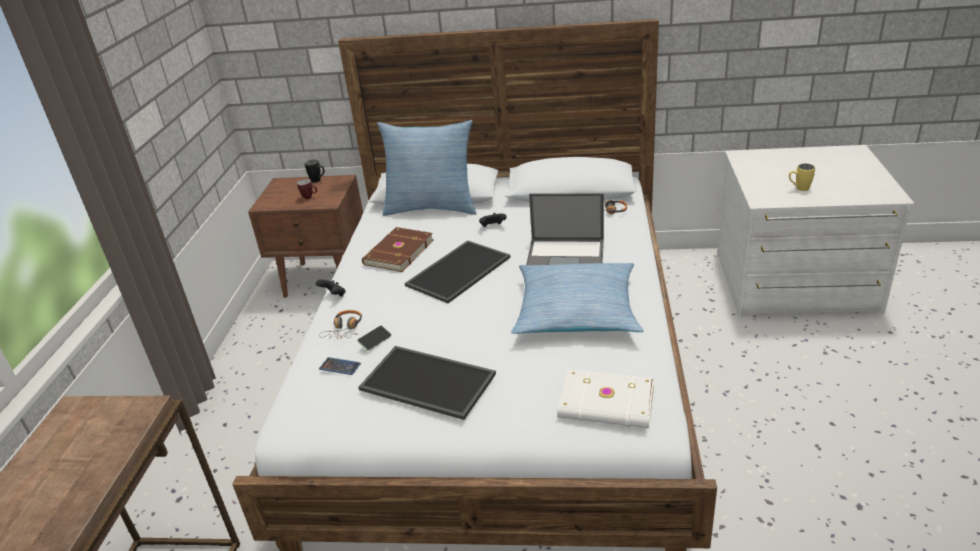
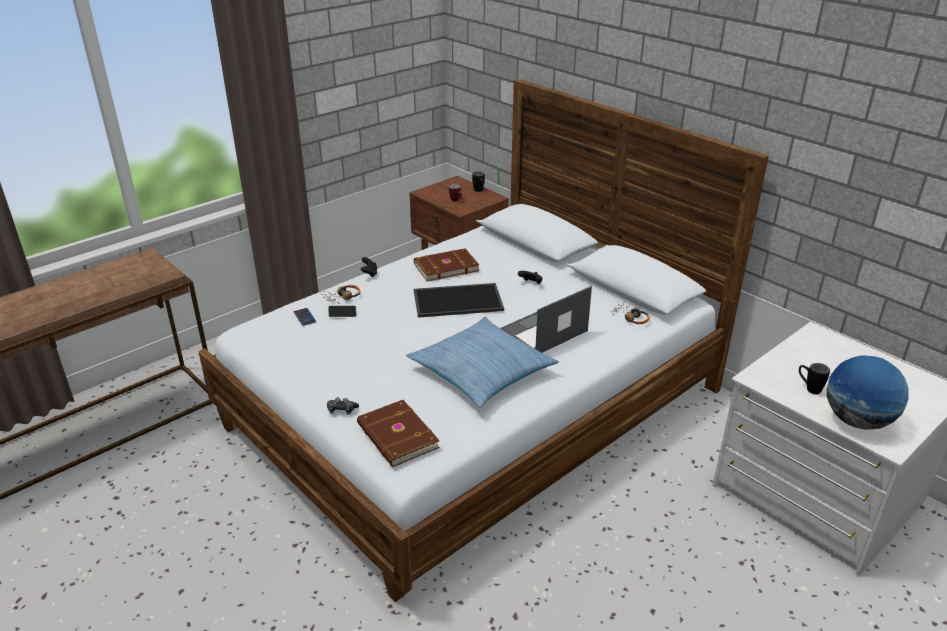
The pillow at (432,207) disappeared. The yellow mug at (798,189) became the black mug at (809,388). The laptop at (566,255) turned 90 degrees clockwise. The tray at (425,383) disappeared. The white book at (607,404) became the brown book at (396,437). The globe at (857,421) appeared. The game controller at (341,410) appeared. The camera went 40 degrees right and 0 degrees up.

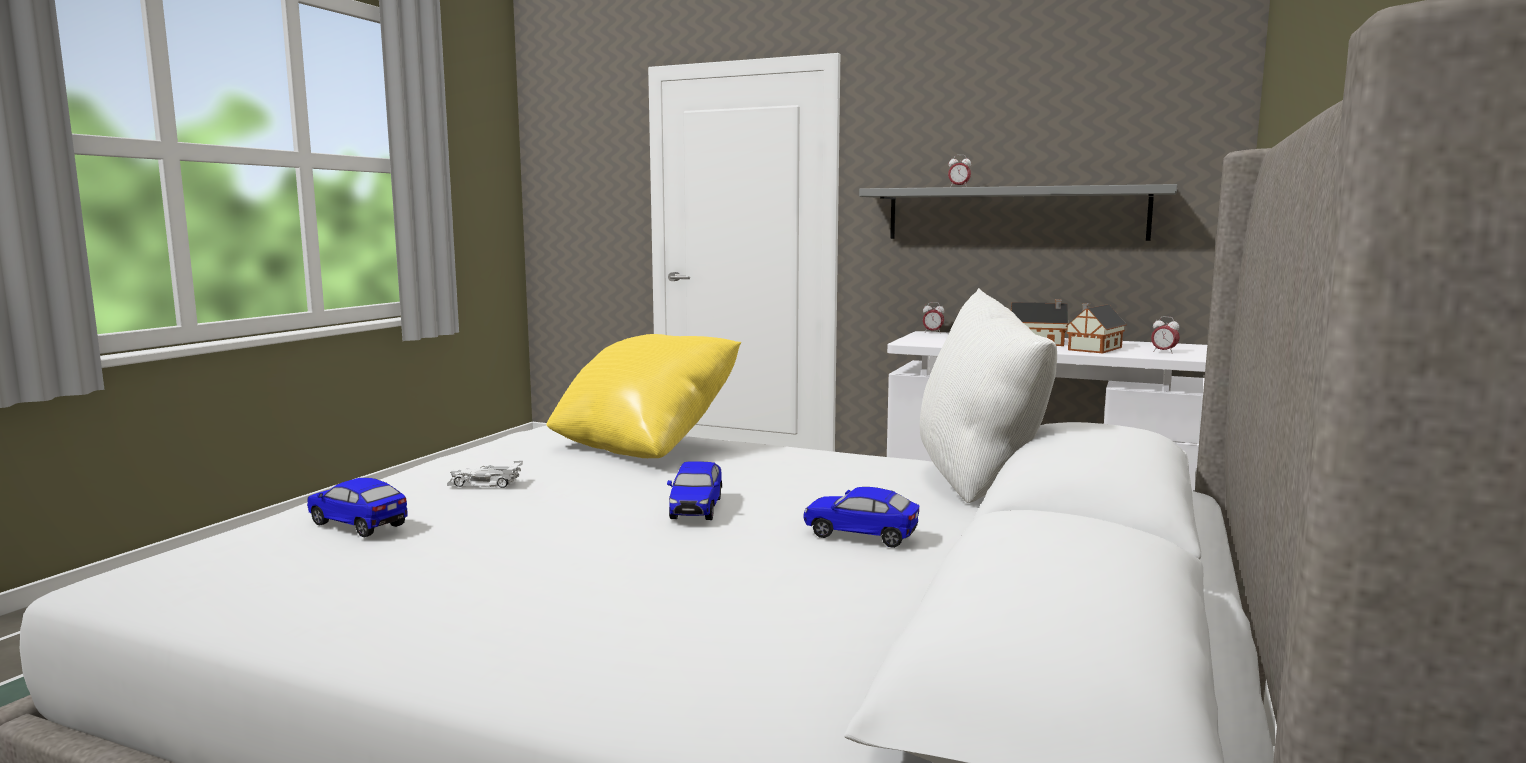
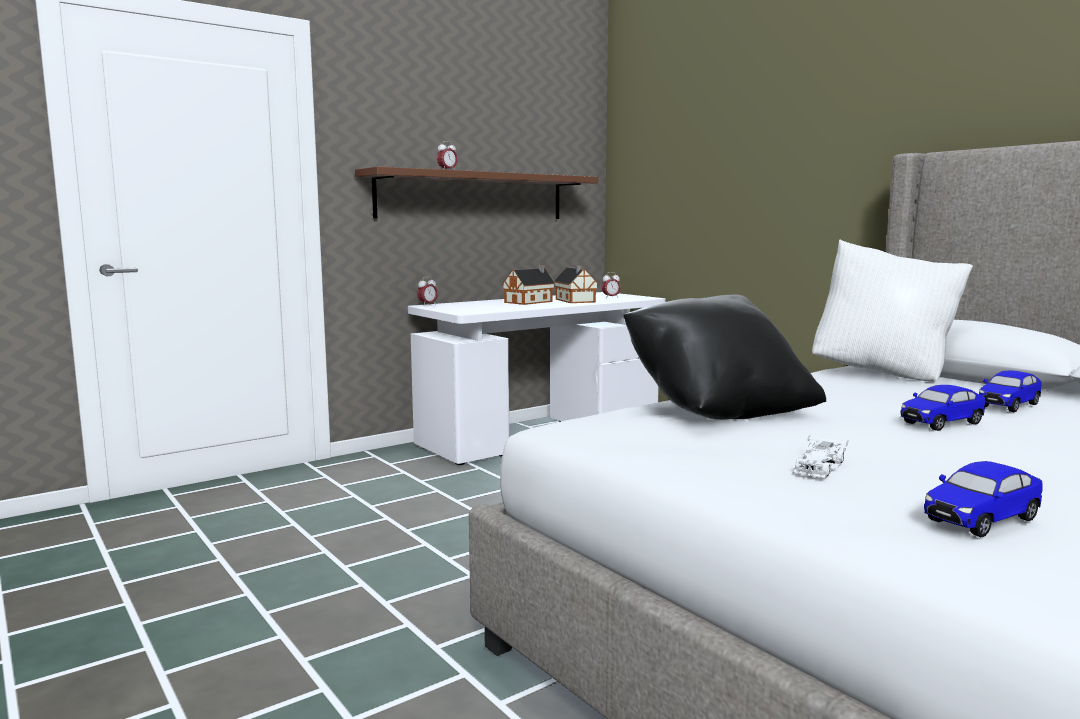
The grey shelf at (1014,214) became the brown shelf at (473,196). The yellow pillow at (645,446) became the black pillow at (717,410). The toy car at (696,509) turned 120 degrees clockwise. The camera went 60 degrees left and 0 degrees up.

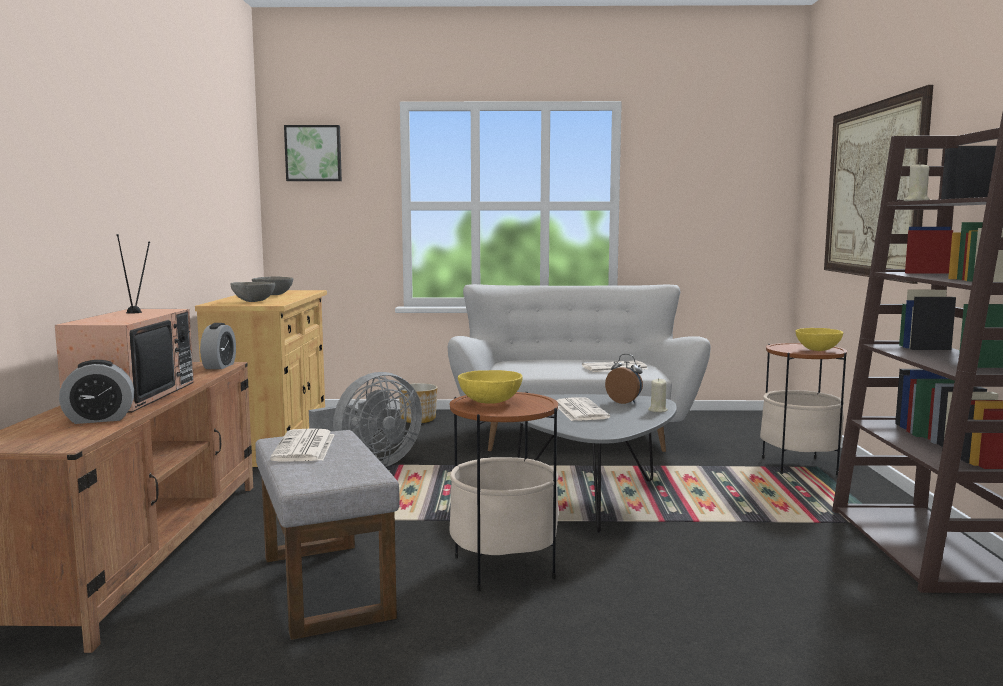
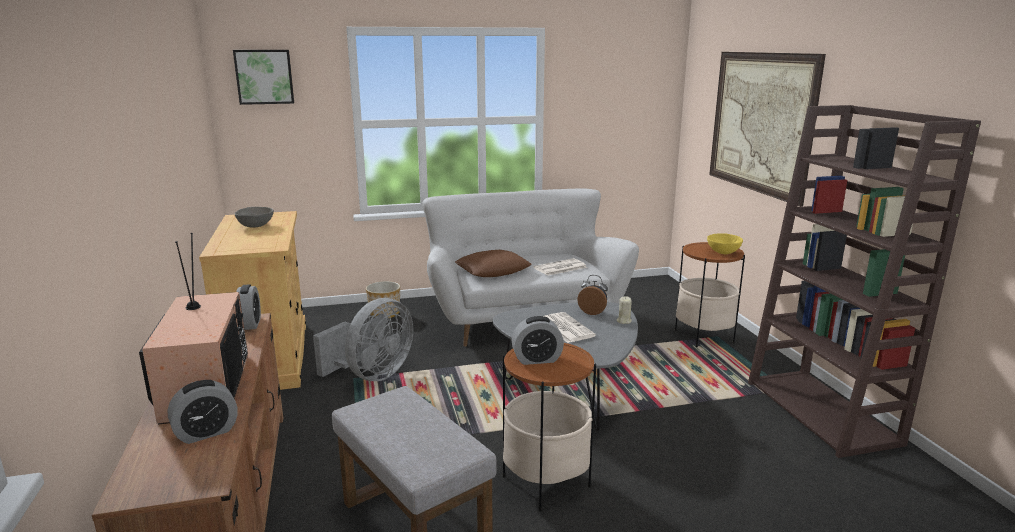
The beige candle at (916,200) disappeared. The grey bowl at (254,301) disappeared. The yellow bowl at (491,402) was replaced by the alarm clock at (537,359). The newspaper at (305,447) disappeared. The brown pillow at (493,270) appeared. The camera went 15 degrees left and 10 degrees up.

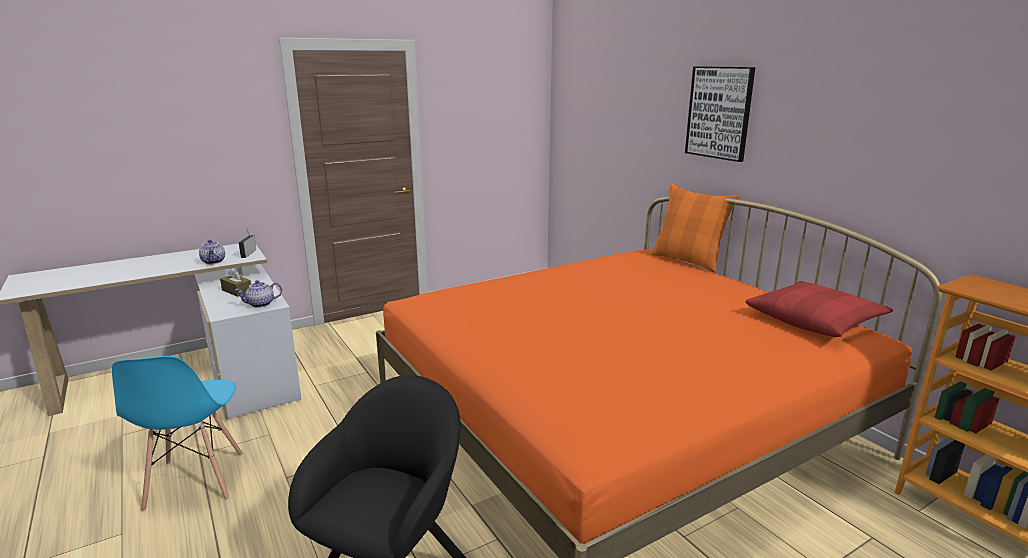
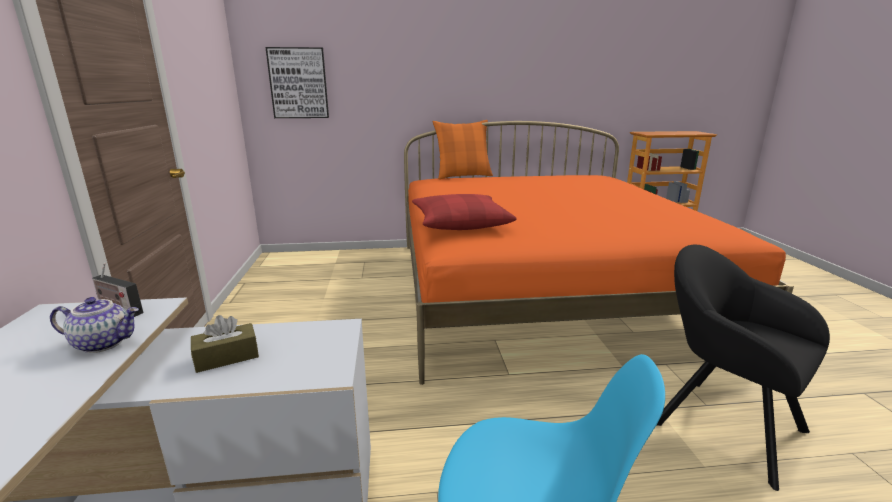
The picture moved from (719,112) to (298,83). The teapot at (260,304) disappeared. The red pillow moved from (814,320) to (460,222). The camera went 65 degrees left and 0 degrees up.

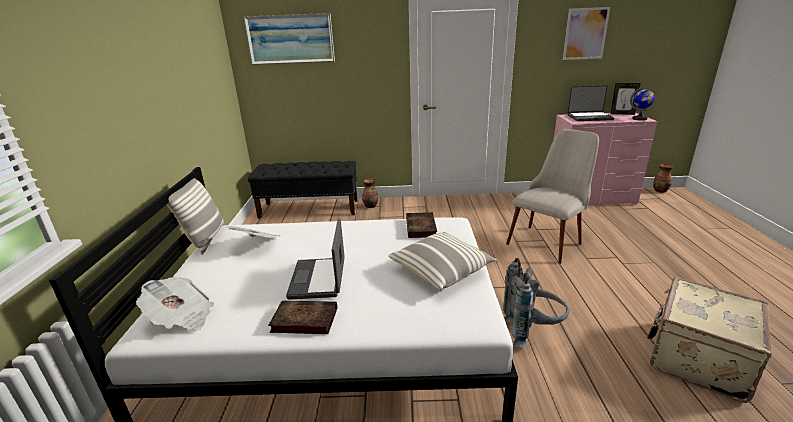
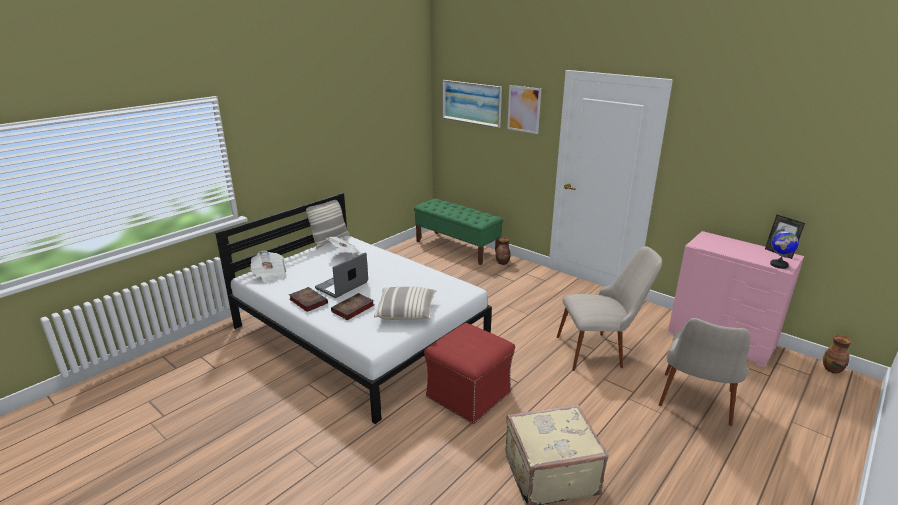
The picture moved from (585,34) to (524,109). The laptop at (589,117) disappeared. The black bench at (309,209) became the green bench at (457,248). The book moved from (421,228) to (352,309). The grey backpack at (532,331) was replaced by the red ottoman at (469,394). The beige chair at (695,407) appeared. The camera went 40 degrees right and 0 degrees up.

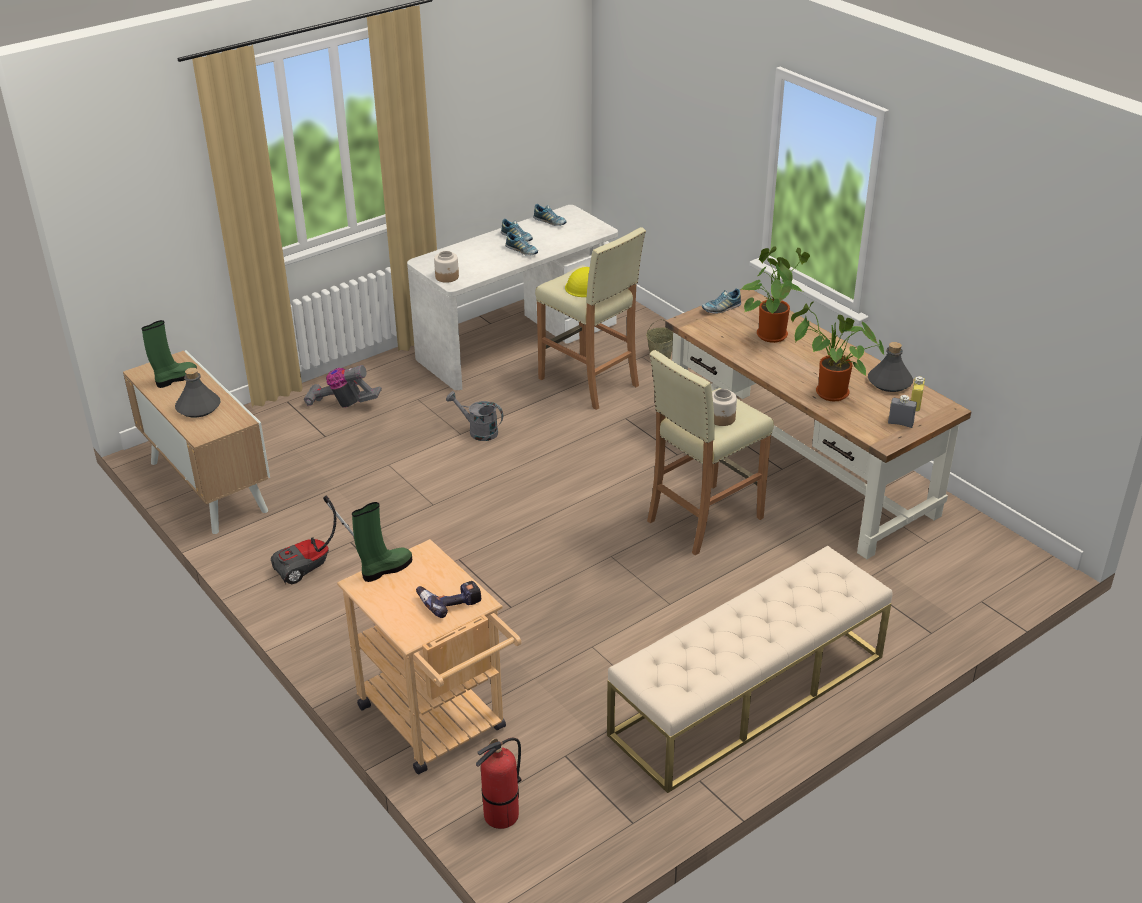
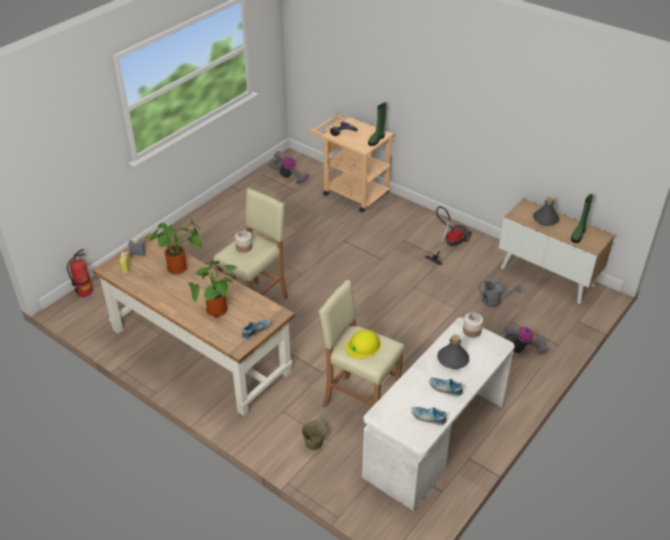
The shoe at (522,251) disappeared. The grey bottle moved from (889,382) to (453,359). The grey watering can moved from (478,431) to (495,301). The beige bench at (748,695) disappeared. The fire extinguisher moved from (501,816) to (84,291). The vacuum cleaner at (288,176) appeared. The camera went 165 degrees right and 5 degrees up.

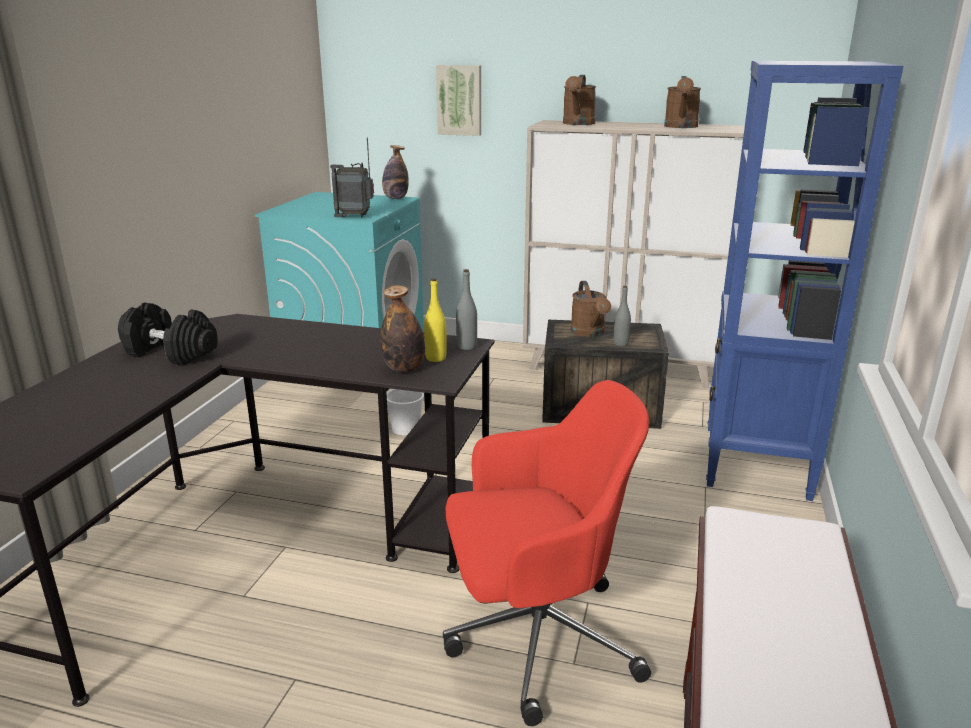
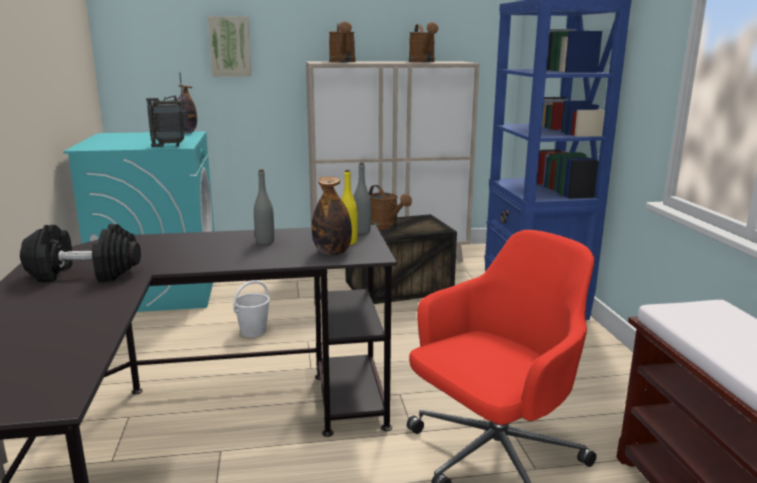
The grey bottle moved from (621,344) to (265,242). The camera went 25 degrees left and 5 degrees down.

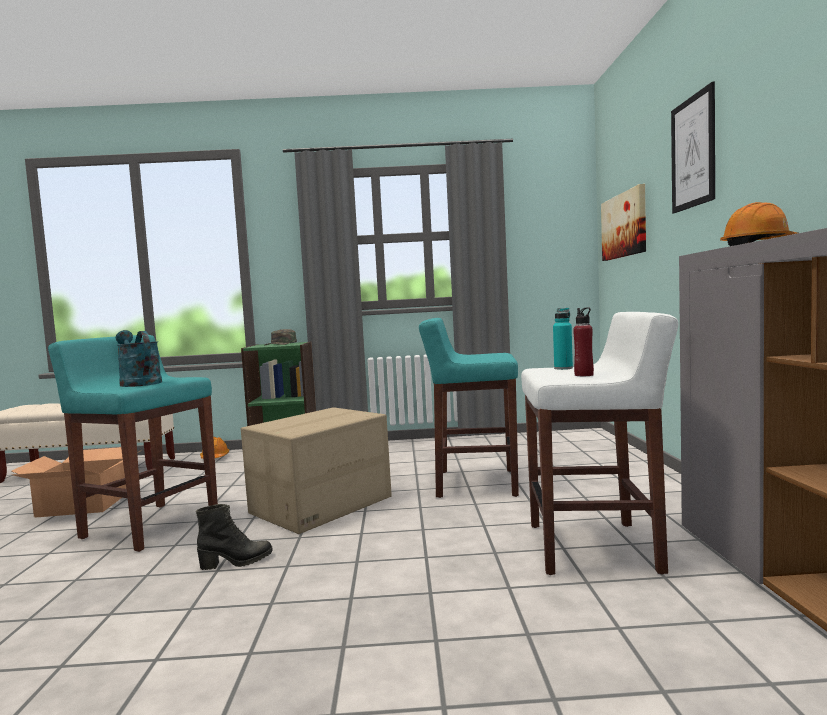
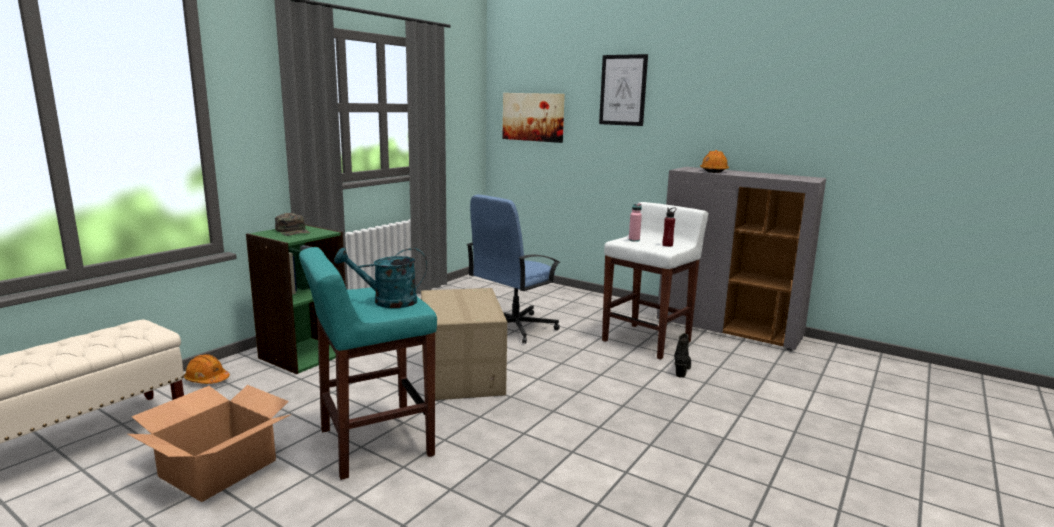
The turquoise bottle at (563,368) became the pink bottle at (634,240). The turquoise stool at (474,483) was replaced by the blue office chair at (513,327). The black boot moved from (236,562) to (682,368). The camera went 55 degrees left and 10 degrees up.

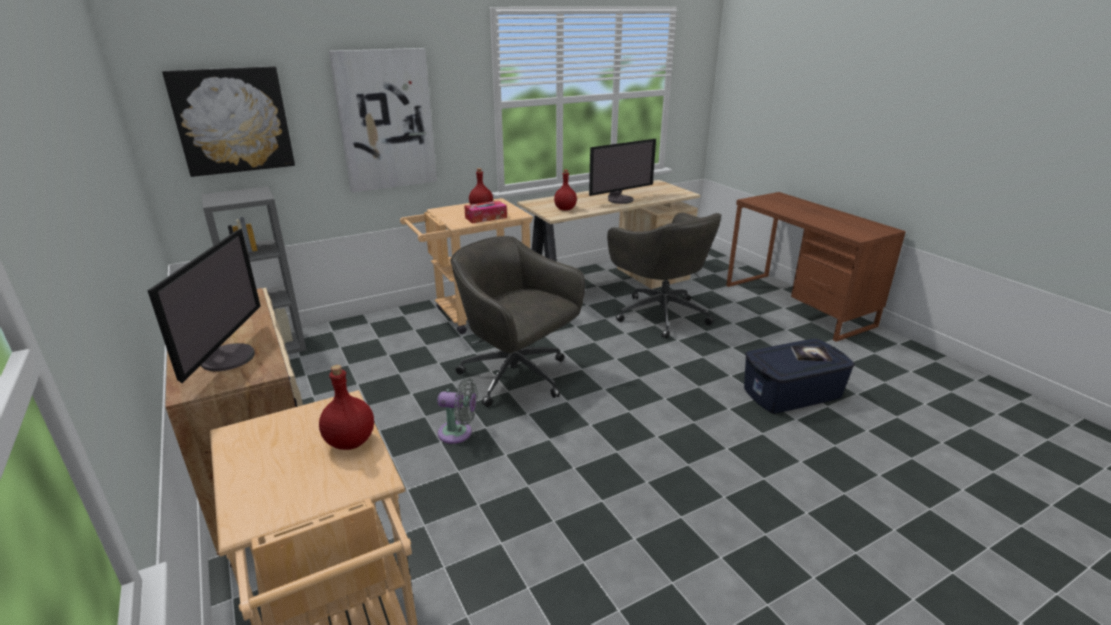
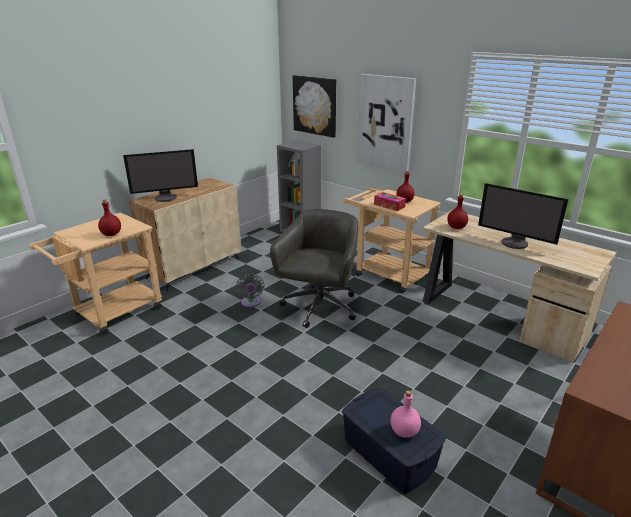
The grey office chair at (660,314) disappeared. The book at (810,354) was replaced by the pink bottle at (404,431). The camera went 70 degrees right and 0 degrees up.

